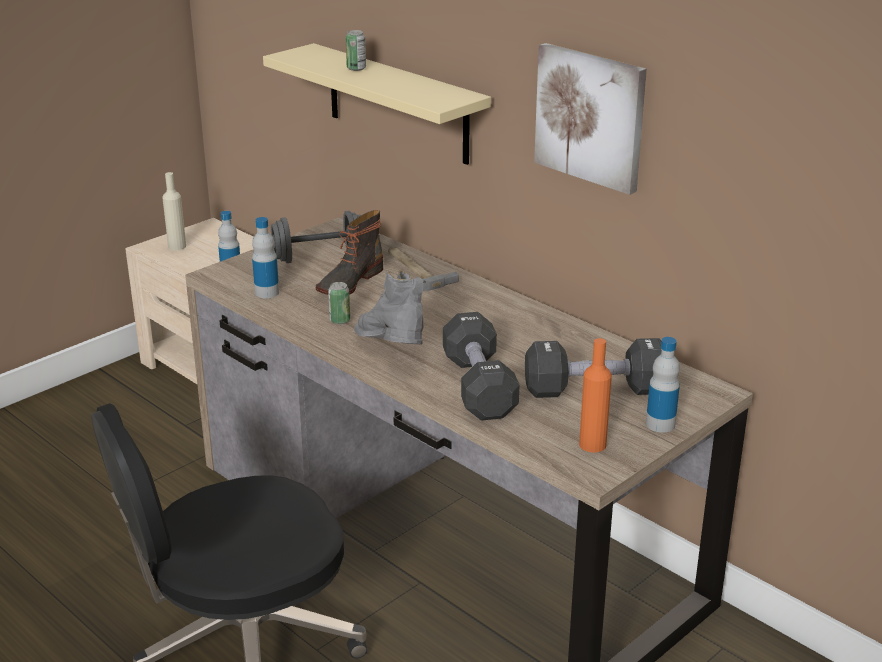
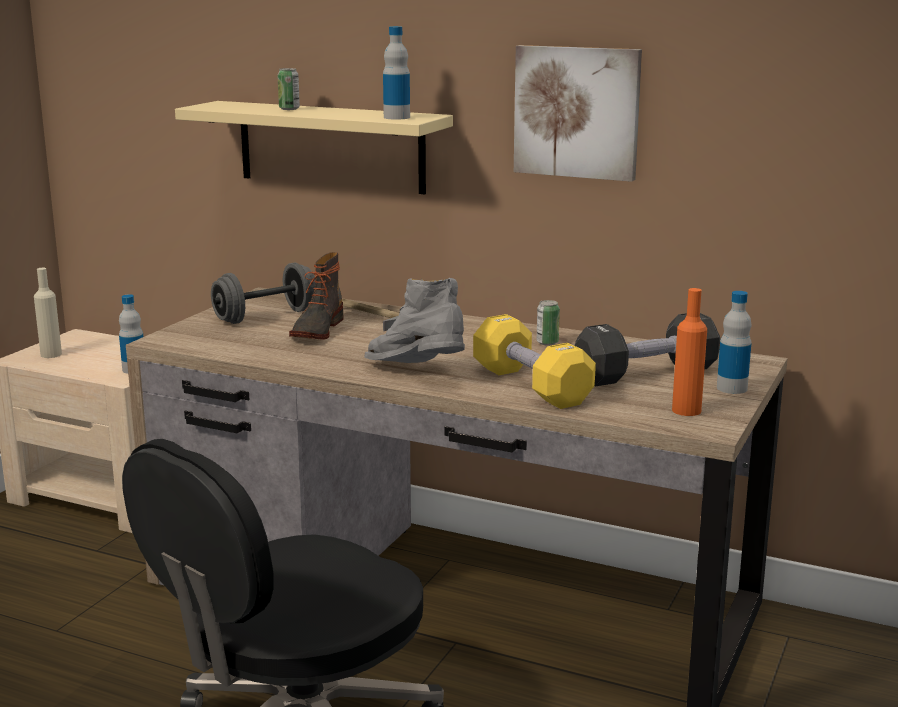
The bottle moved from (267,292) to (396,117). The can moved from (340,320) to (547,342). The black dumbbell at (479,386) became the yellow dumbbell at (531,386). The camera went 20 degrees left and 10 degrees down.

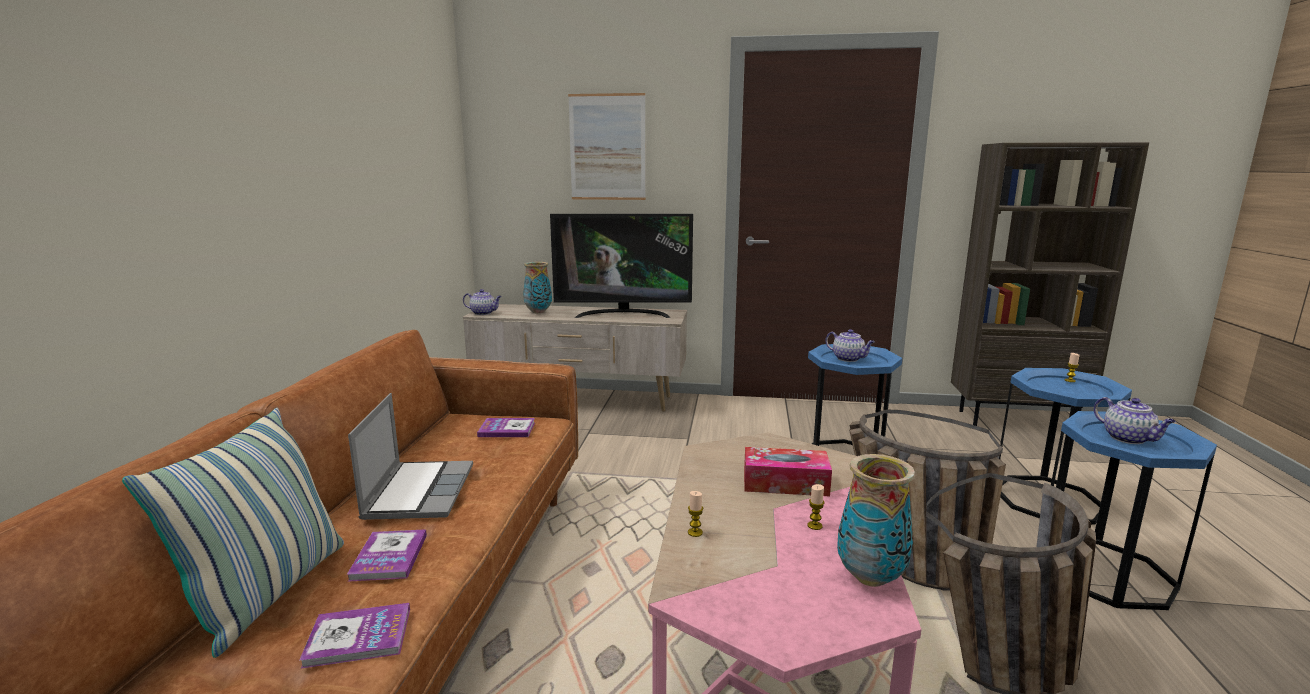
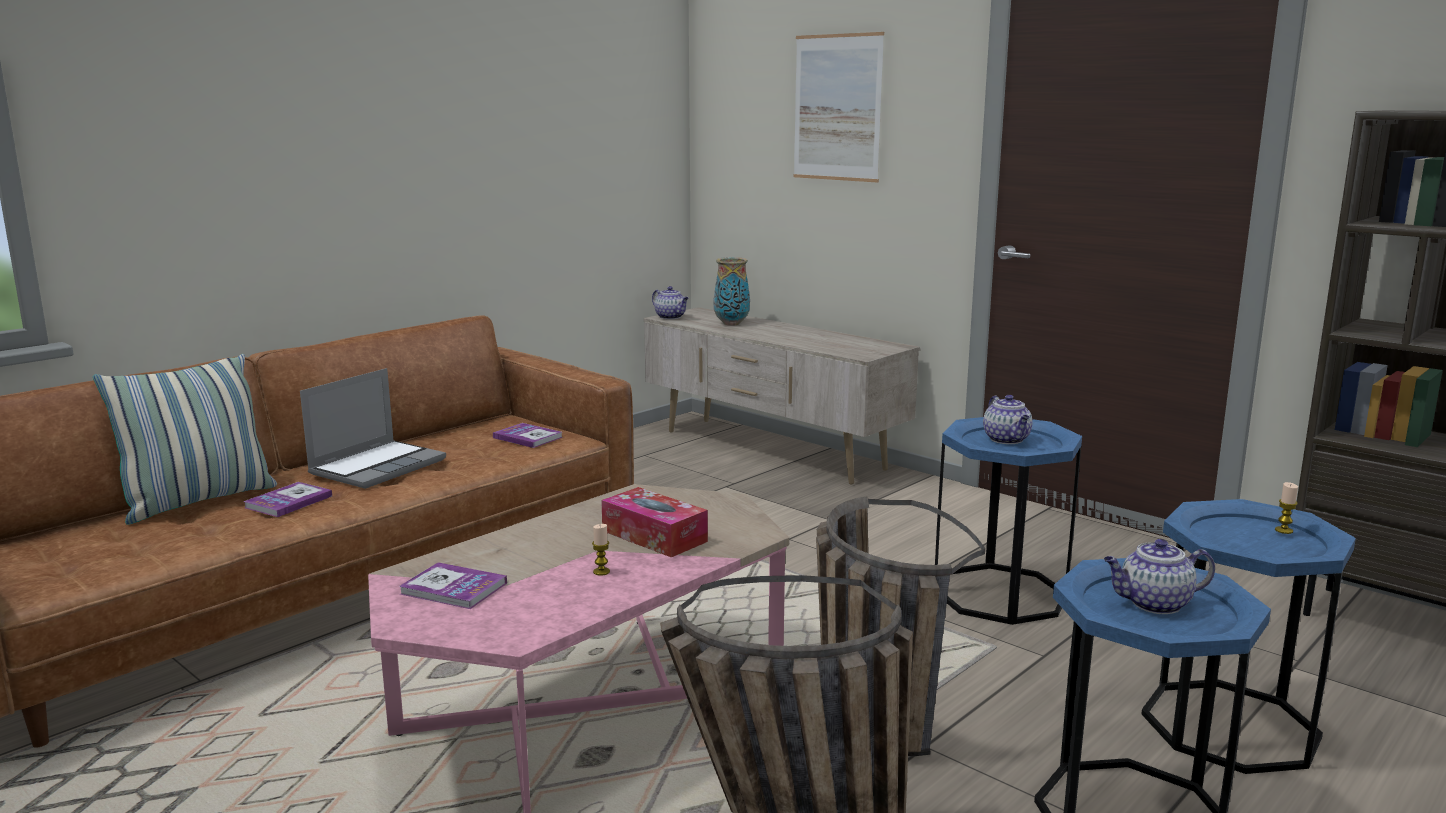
The television at (623,314) disappeared. The teapot at (1129,439) turned 75 degrees clockwise. The vase at (870,577) disappeared. The candle at (695,532) disappeared. The book moved from (358,637) to (453,588). The camera went 35 degrees right and 0 degrees up.

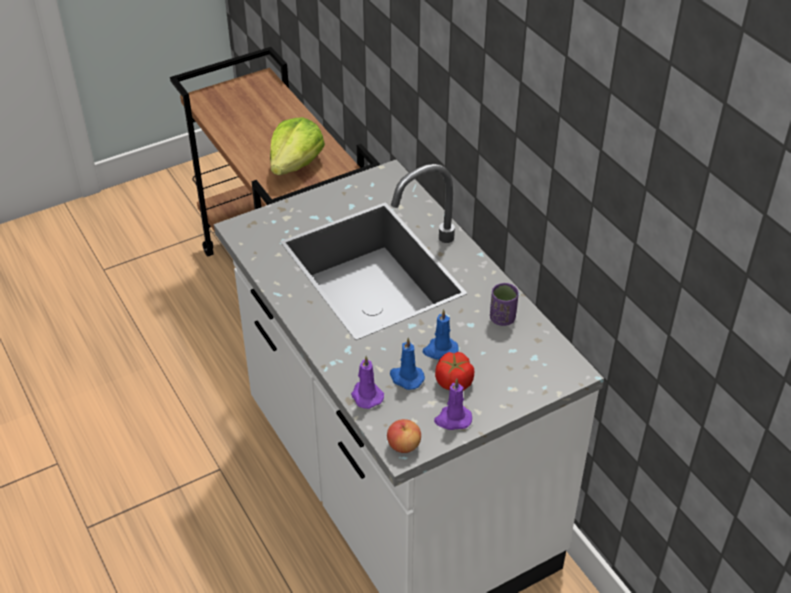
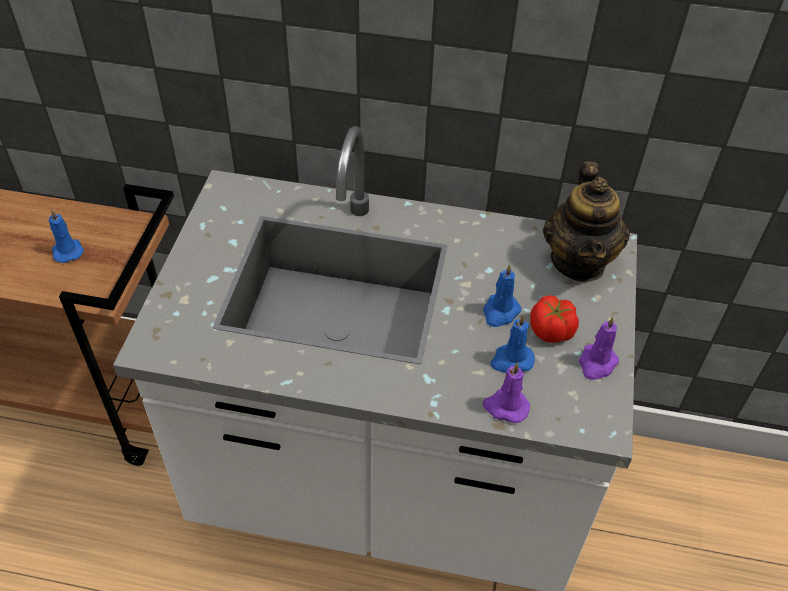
The lettuce at (295,164) was replaced by the blue candle at (67,250). The purple cup at (502,318) disappeared. The apple at (404,445) disappeared. The teapot at (579,261) appeared. The camera went 50 degrees left and 5 degrees up.

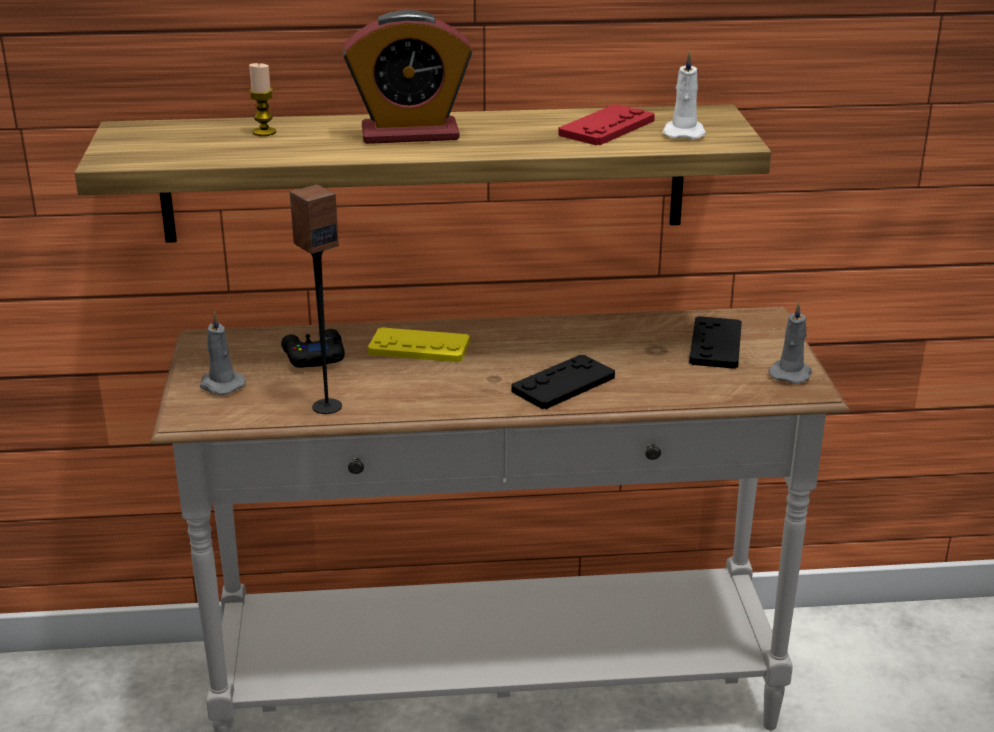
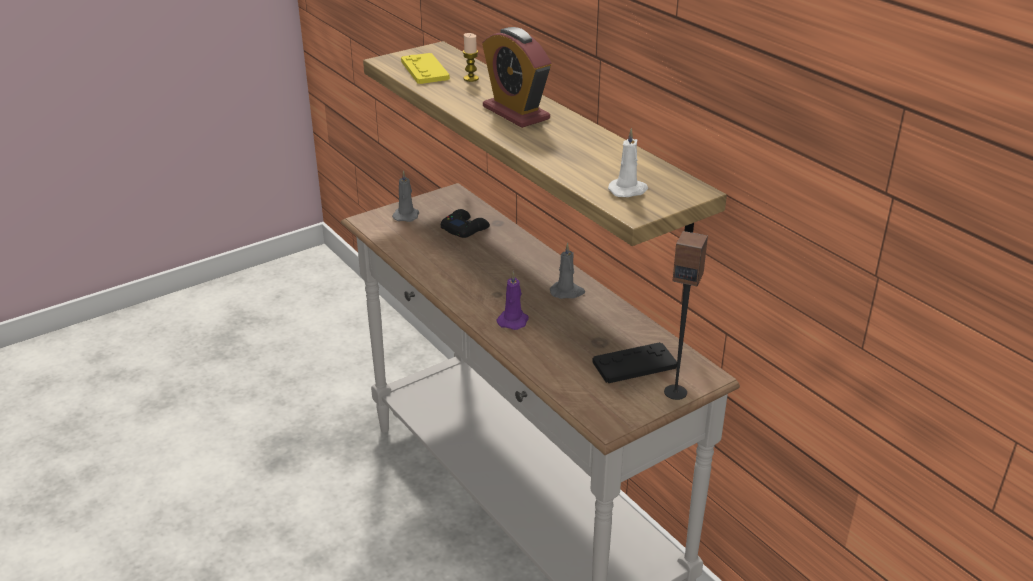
The red game controller at (607,127) disappeared. The speaker moved from (326,406) to (675,392). The grey candle moved from (791,373) to (567,292). The yellow game controller moved from (419,347) to (425,70). The black game controller at (563,384) was replaced by the purple candle at (513,320). The camera went 60 degrees right and 5 degrees up.

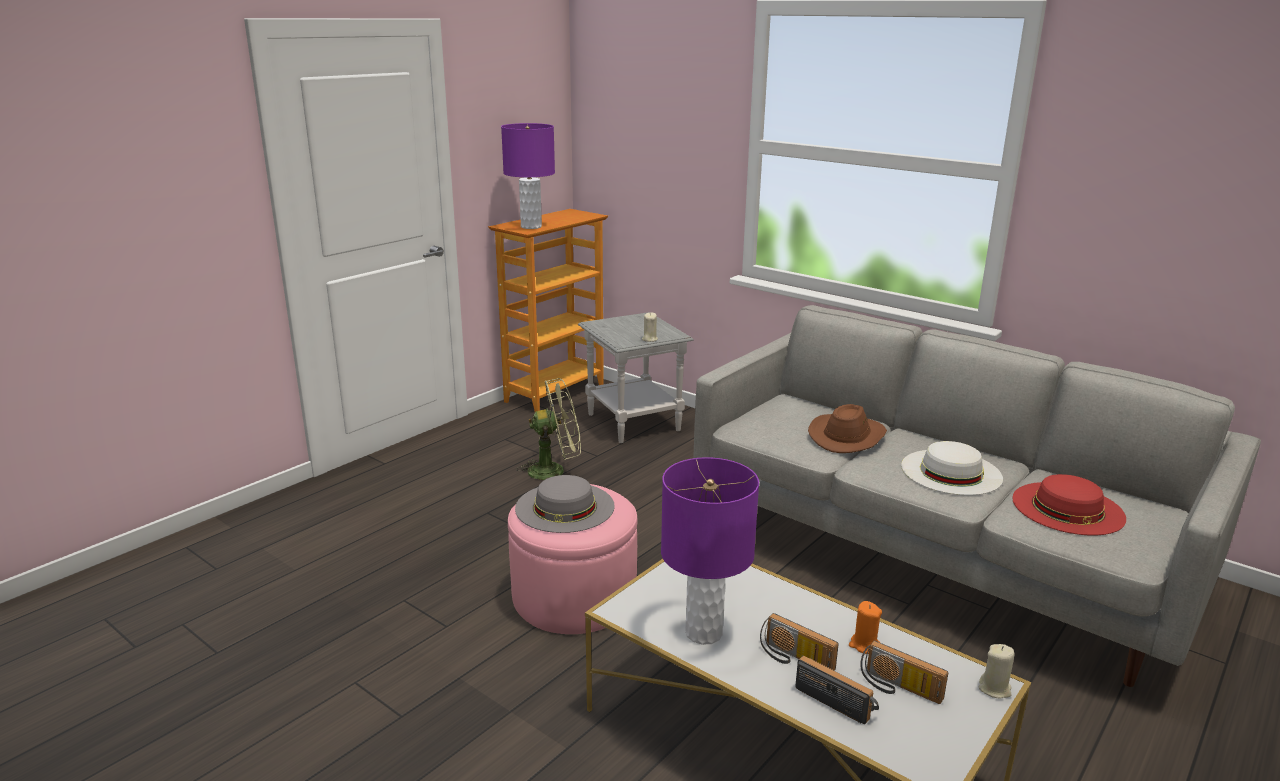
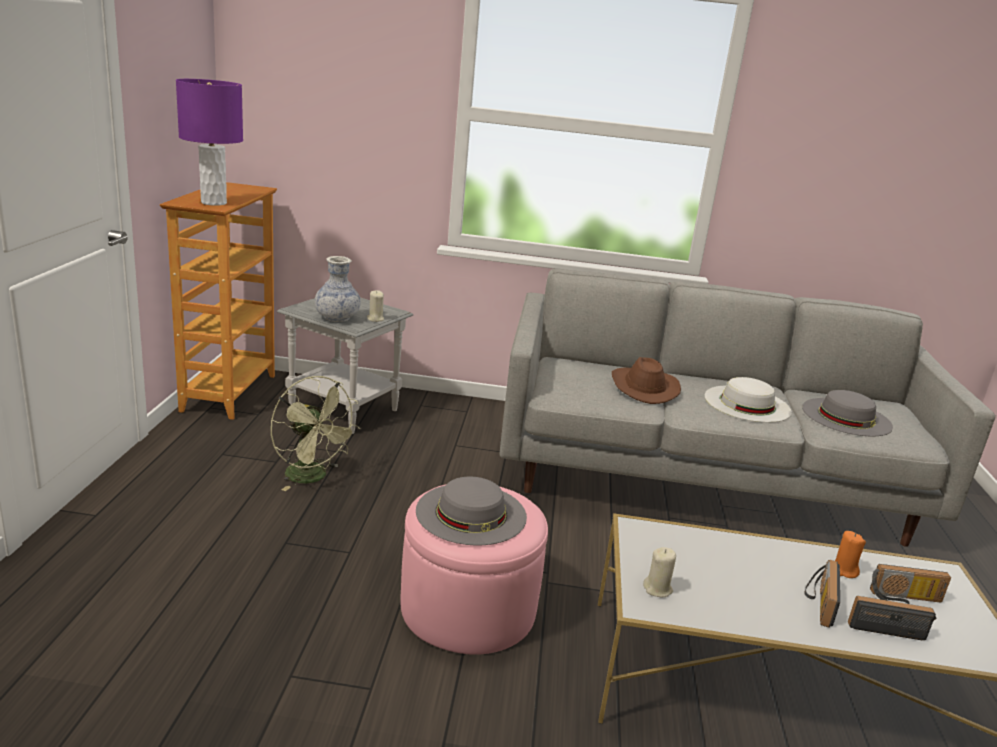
The green fan at (554,470) turned 90 degrees clockwise. The purple table lamp at (704,632) disappeared. The red hat at (1068,508) became the grey hat at (846,417). The radio at (794,659) turned 105 degrees clockwise. The beige candle moved from (995,689) to (657,589). The vase at (337,318) appeared. The camera went 35 degrees left and 0 degrees up.

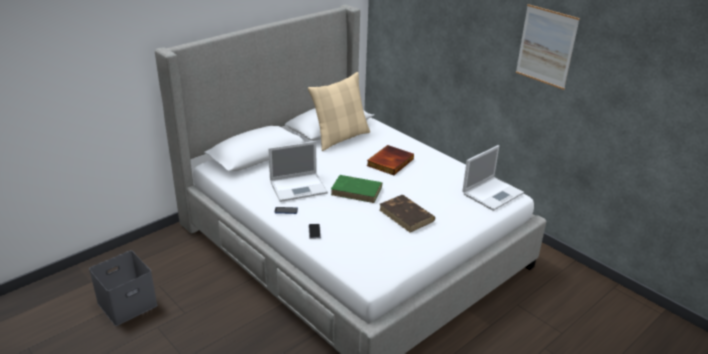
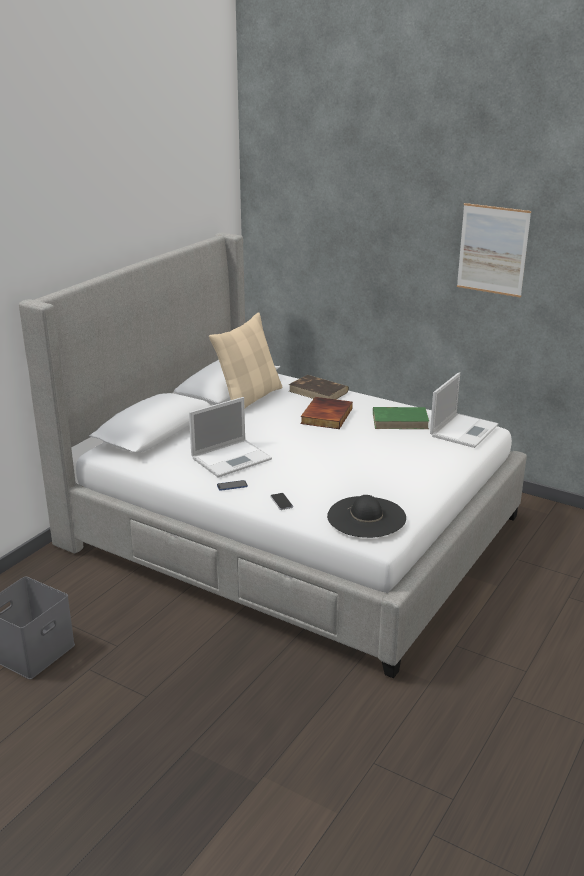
The green book moved from (357,191) to (400,421). The brown book moved from (407,215) to (319,392). The black hat at (366,517) appeared. The camera went 15 degrees left and 5 degrees down.

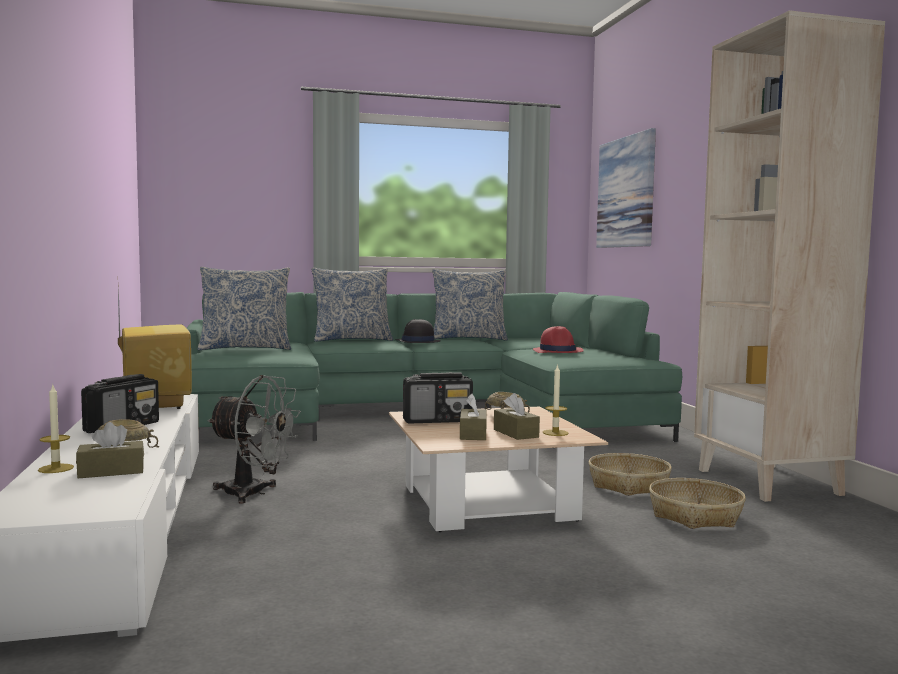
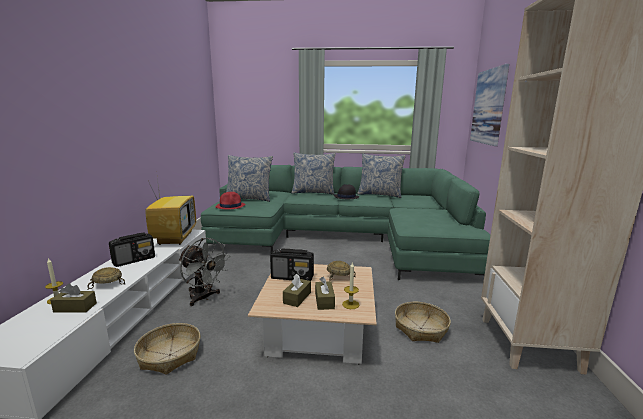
The red hat moved from (558,351) to (231,206). The basket moved from (695,515) to (170,355). The camera went 20 degrees right and 10 degrees up.

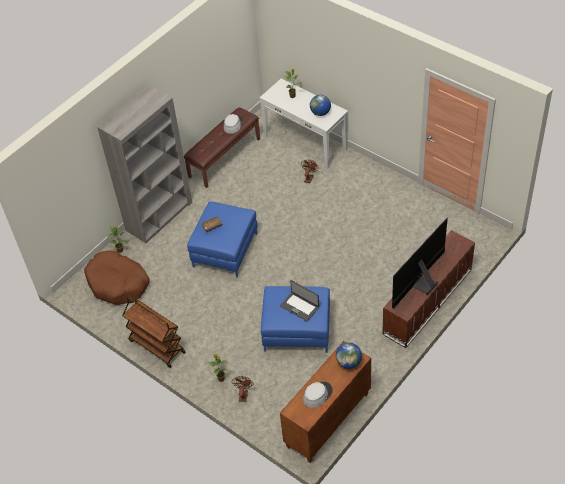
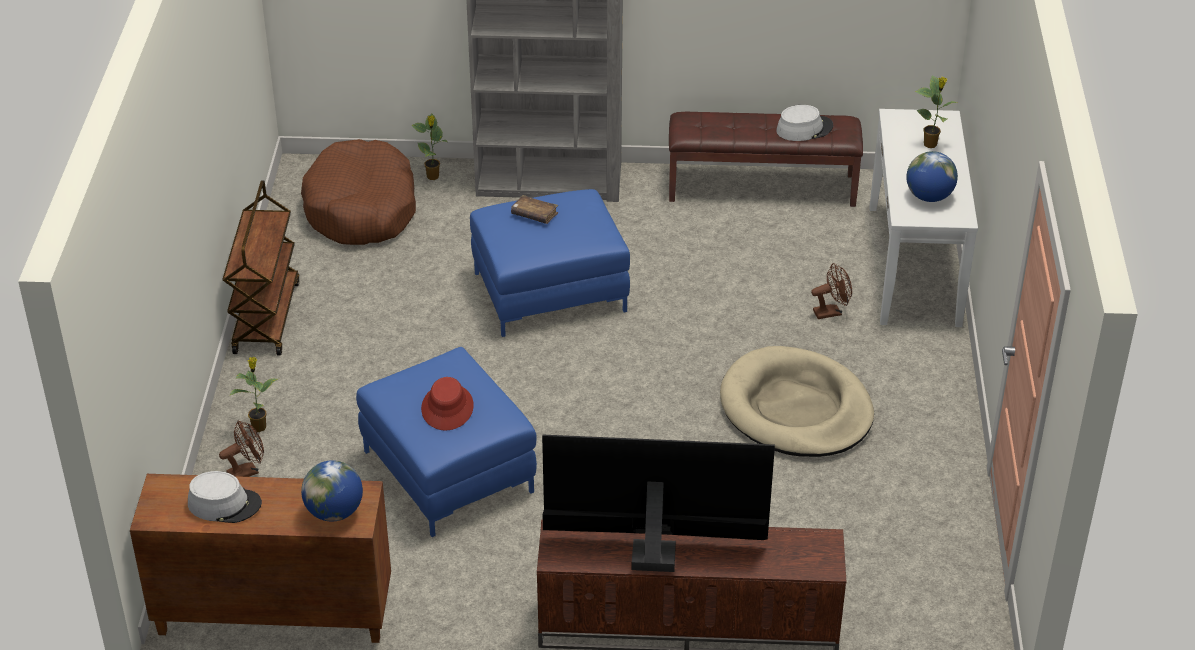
The laptop at (299,306) was replaced by the red hat at (447,408). The beige dog bed at (796,409) appeared. The camera went 50 degrees right and 10 degrees down.

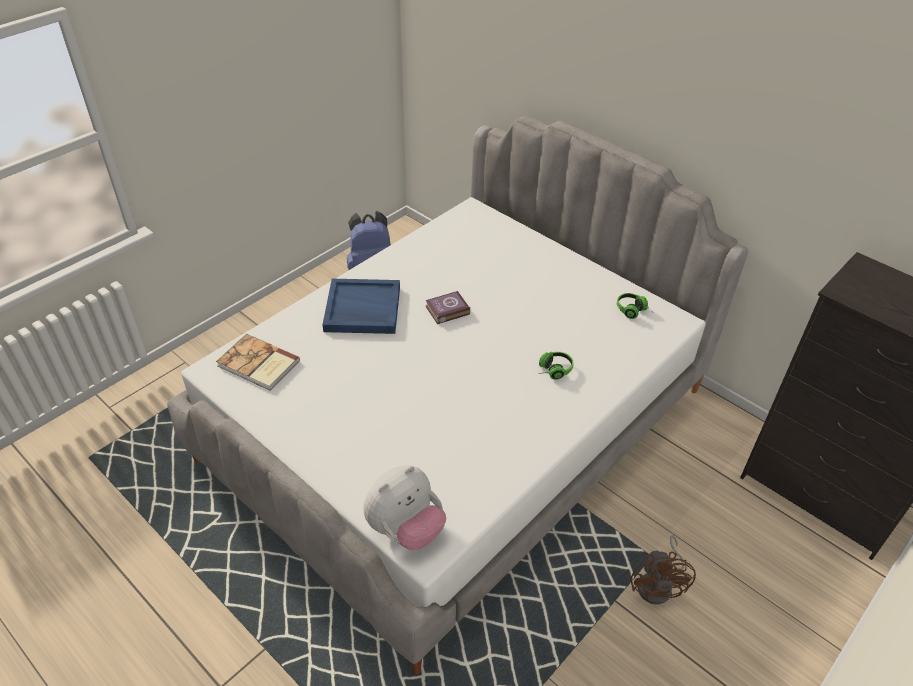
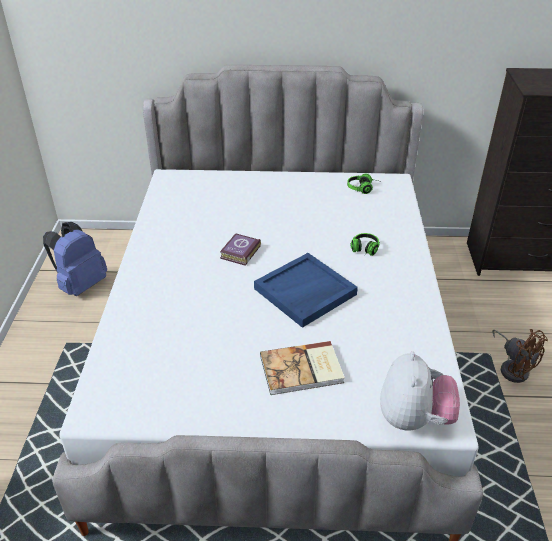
The blue tray moved from (362,309) to (305,292). The book moved from (258,364) to (302,370). The camera went 40 degrees left and 5 degrees down.

